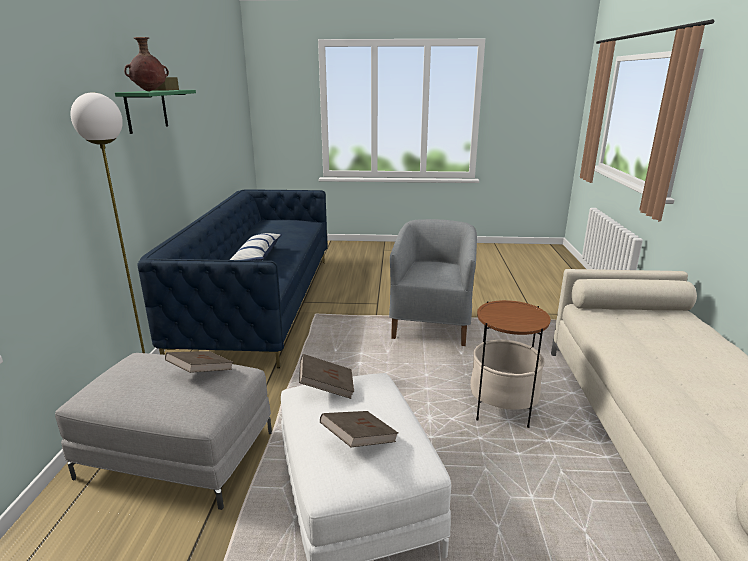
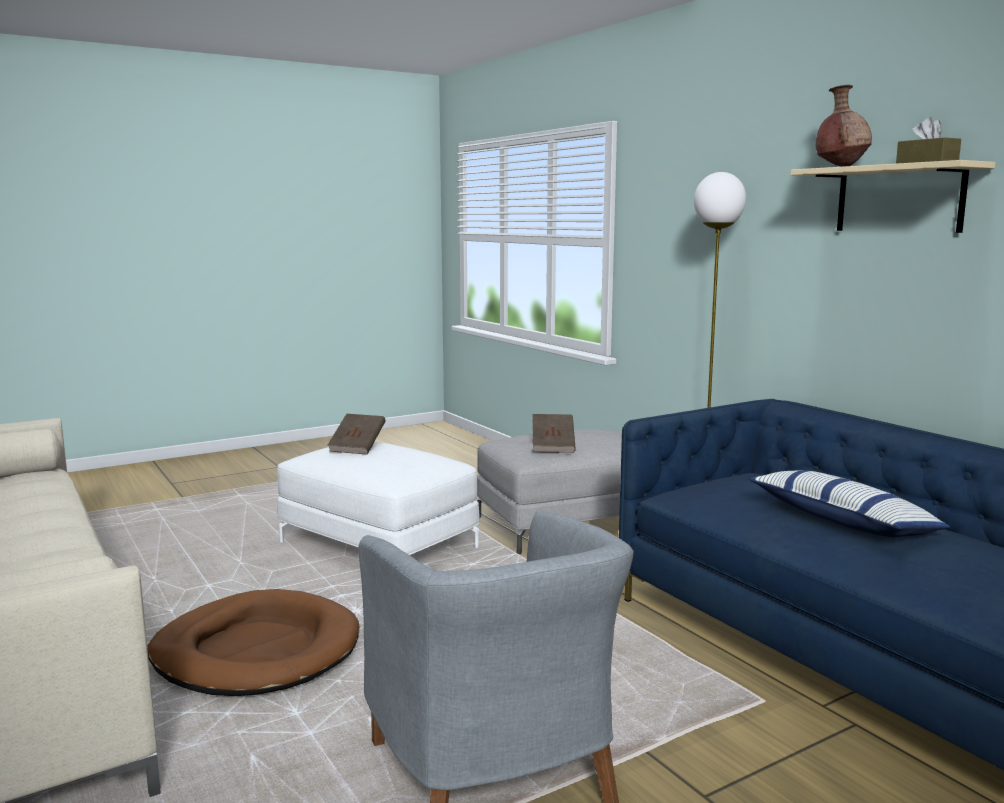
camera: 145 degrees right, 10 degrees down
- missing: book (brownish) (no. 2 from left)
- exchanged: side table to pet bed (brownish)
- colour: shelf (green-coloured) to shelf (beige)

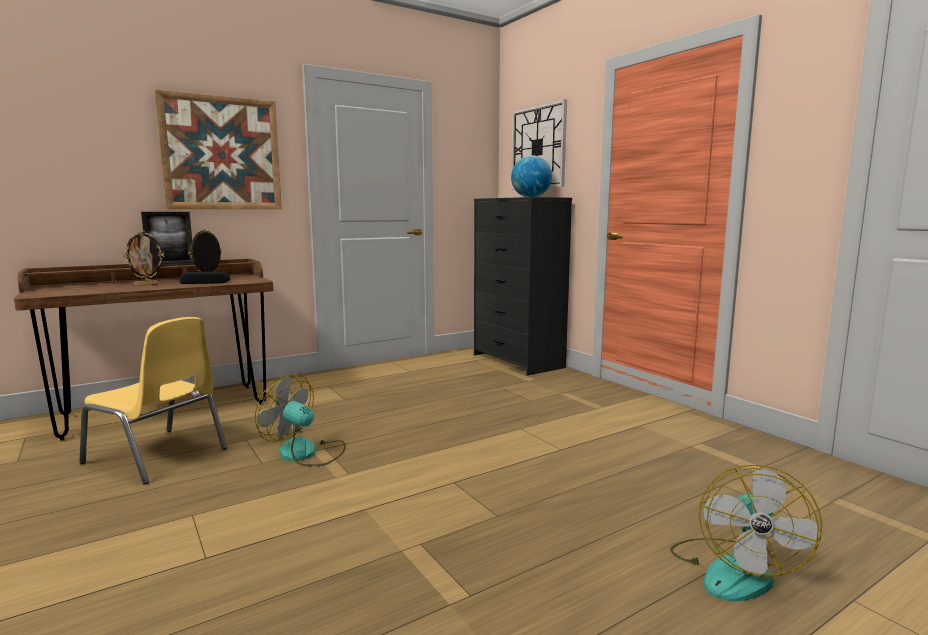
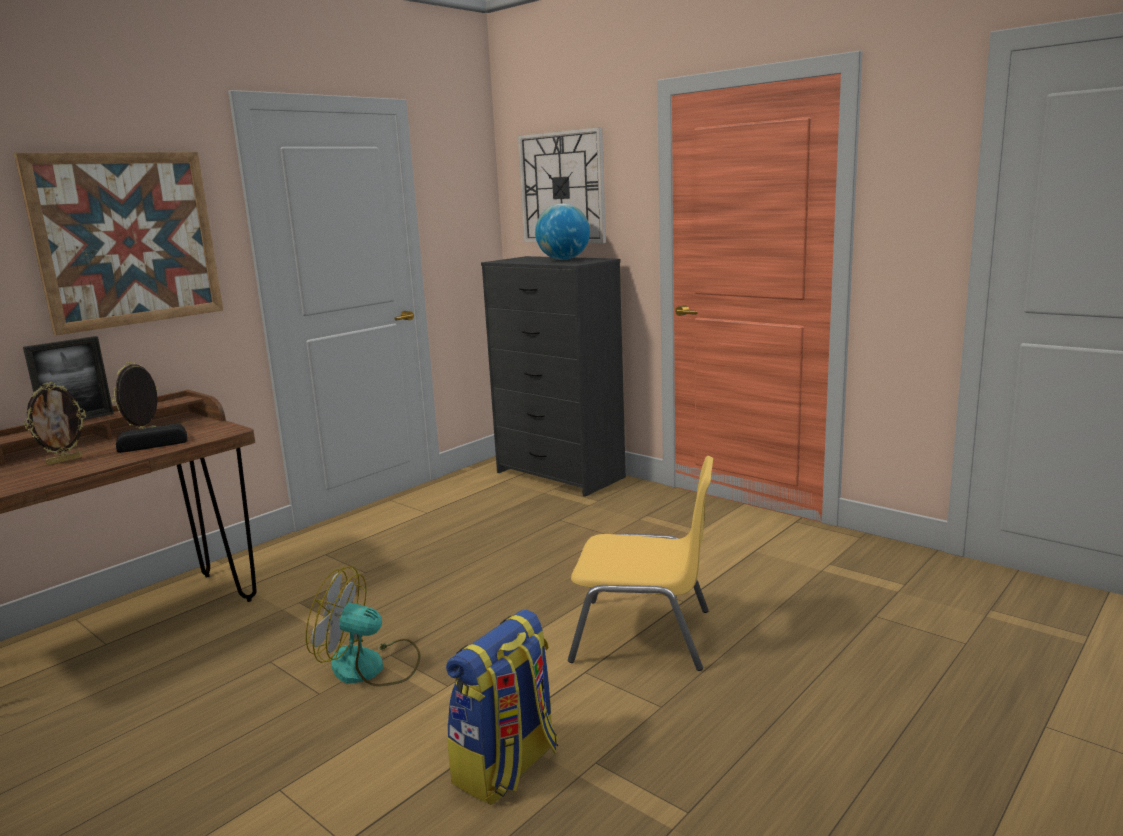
camera: 15 degrees left, 5 degrees up
- missing: cooling fan (no. 2 from left)
- appeared: backpack
- relocated: upright chair (yellow)

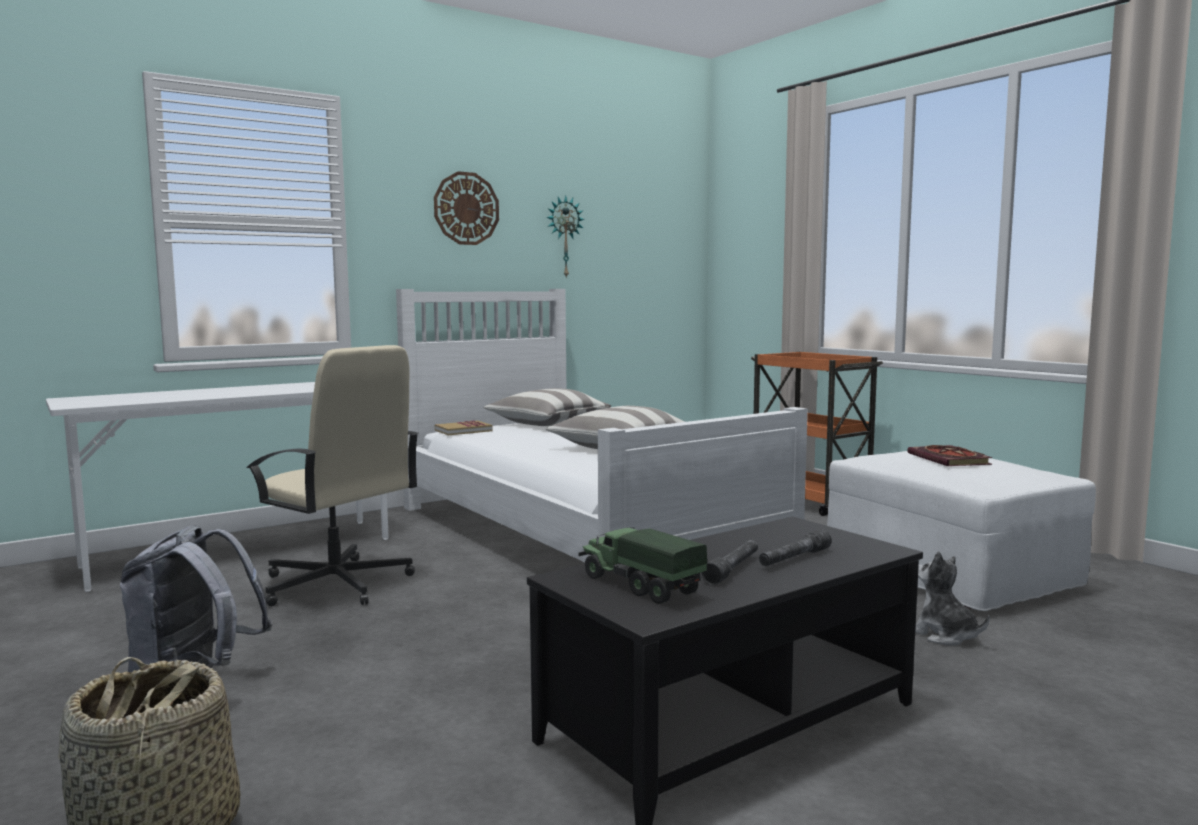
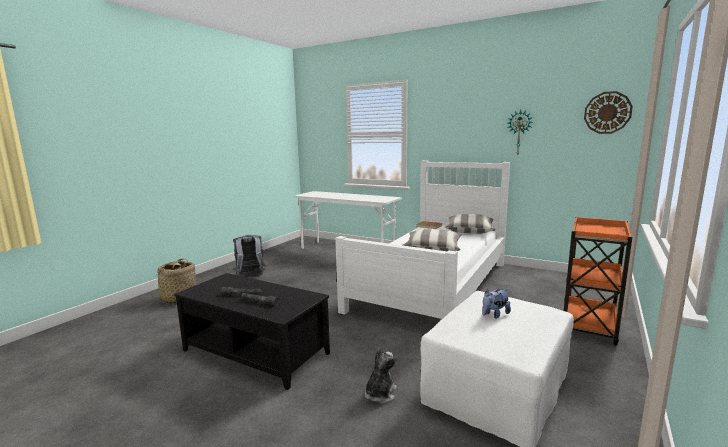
camera: 65 degrees right, 5 degrees up
- missing: computer chair (beige)
- missing: toy truck
- relocated: wall clock (no. 1 from left in the first image) to wall clock (no. 2 from left)
- exchanged: book (no. 2 from left) to soft toy (no. 2 from left)

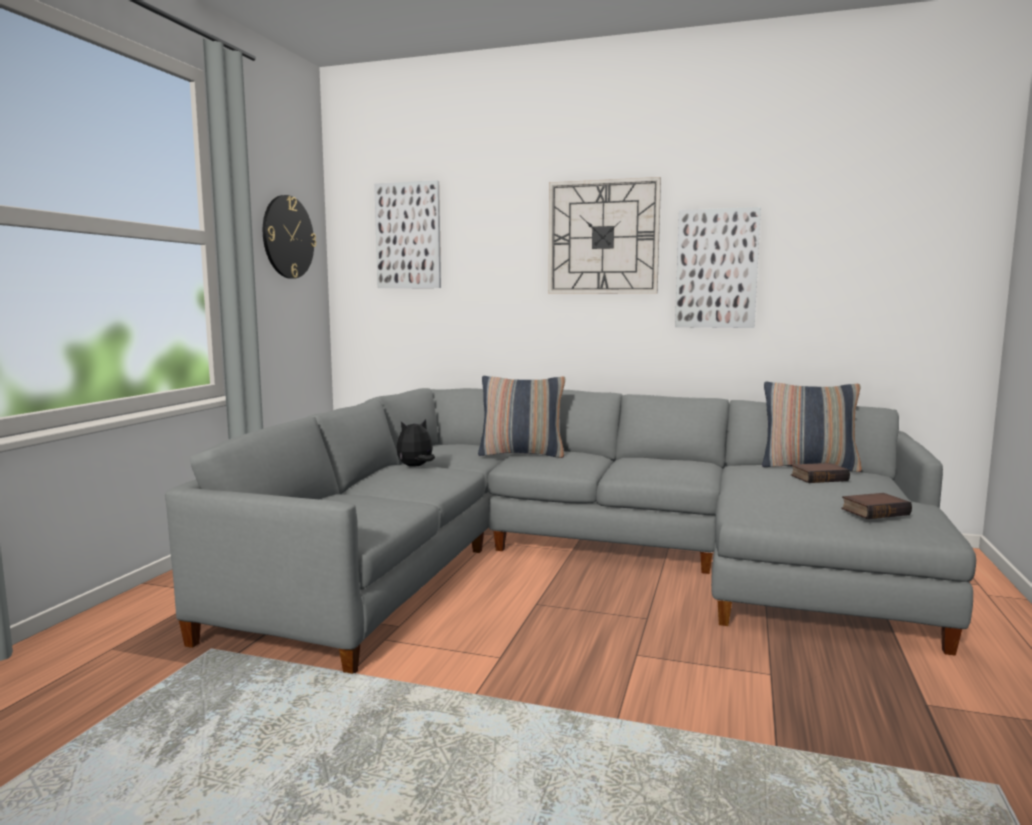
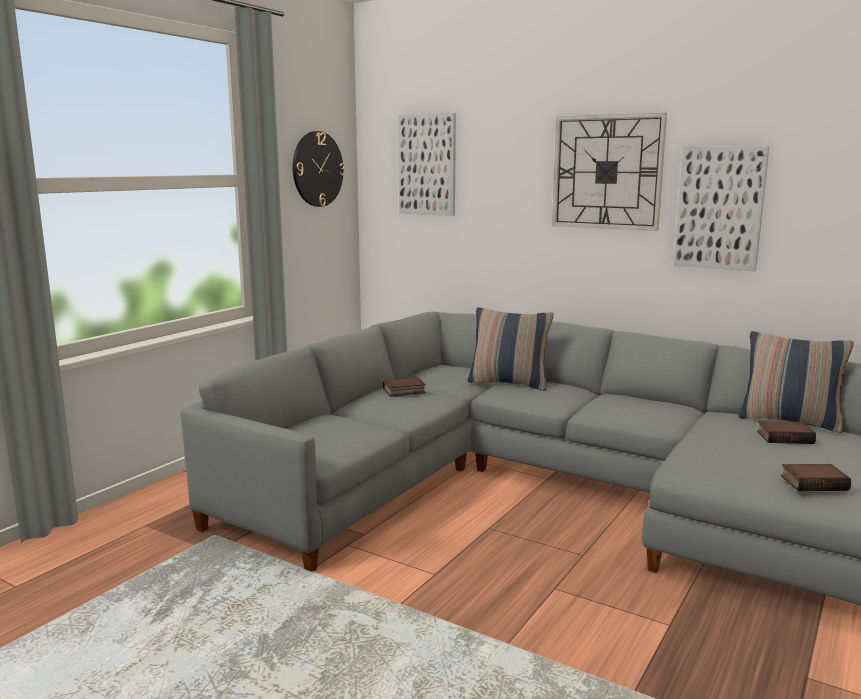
camera: 15 degrees right, 5 degrees up
- exchanged: soft toy to book (no. 1 from left)

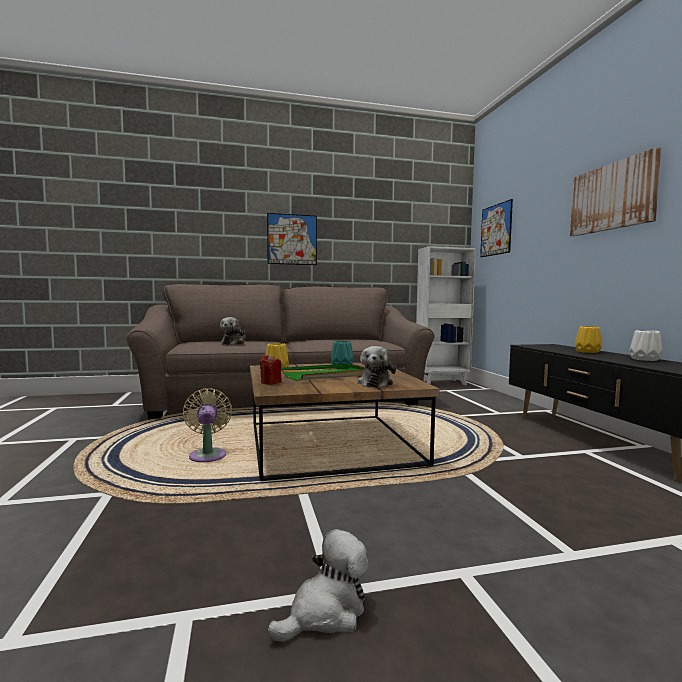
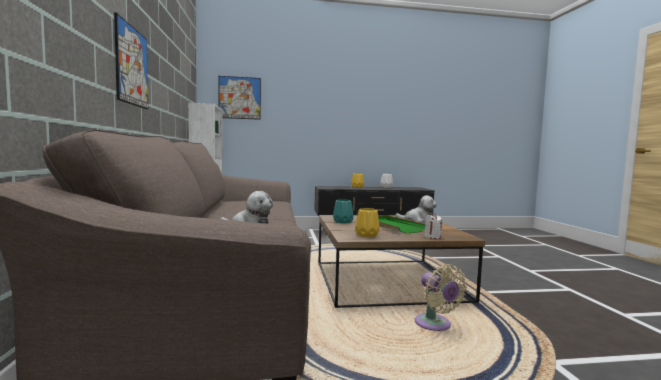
camera: 85 degrees left, 0 degrees up
- missing: soft toy (no. 2 from left)
- missing: picture (no. 3 from left)
- colour: wax candle (red) to wax candle (white)
- spun: cooling fan (beige) 105 degrees counterclockwise

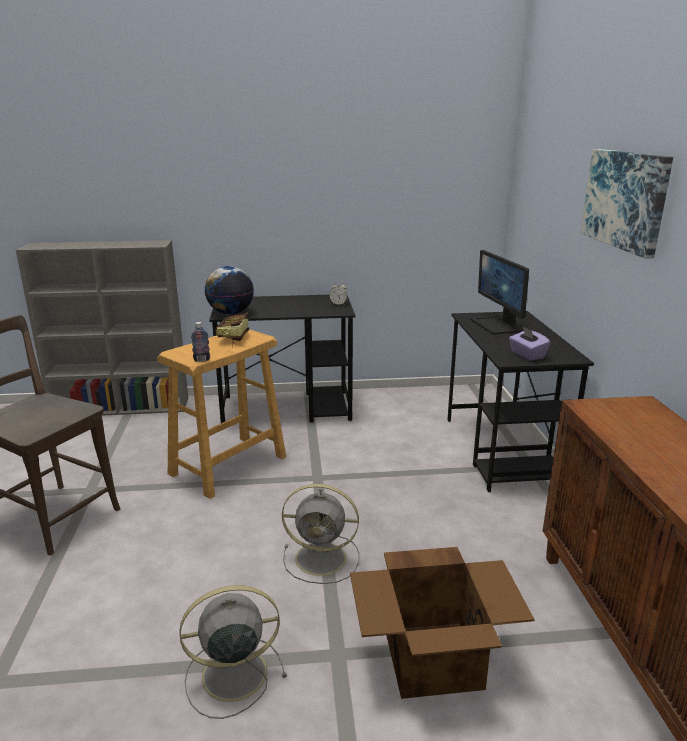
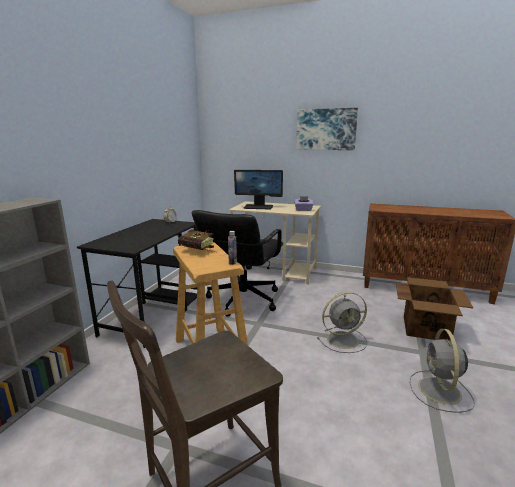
camera: 65 degrees left, 5 degrees down
- missing: globe
- appeared: computer chair (black-coloured)
- colour: desk unit (black-coloured) (no. 2 from left) to desk unit (beige)
- spun: cooling fan (gray) (no. 2 from left in the first image) 45 degrees clockwise

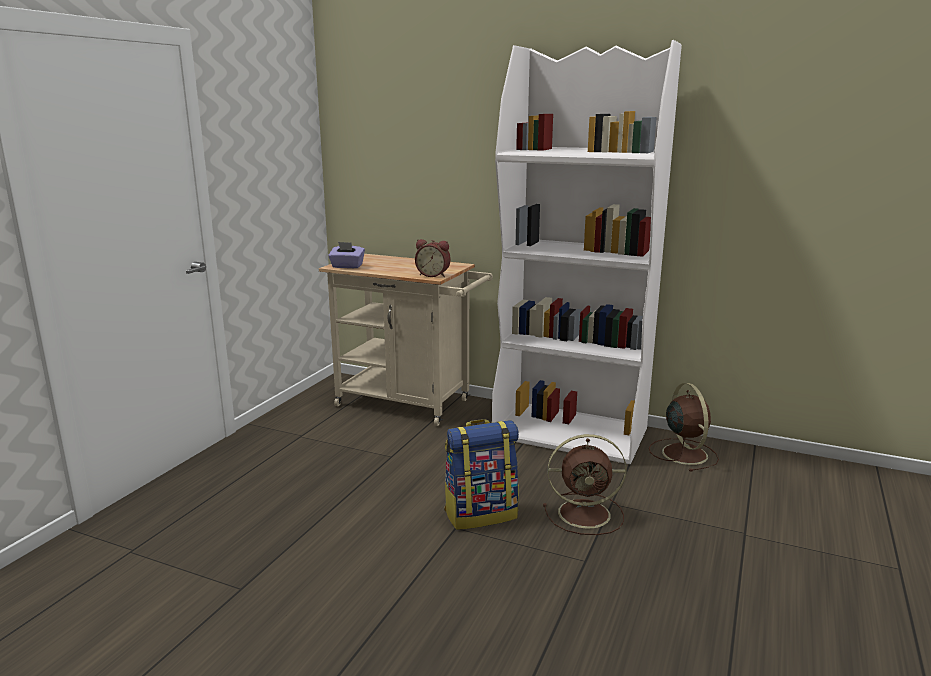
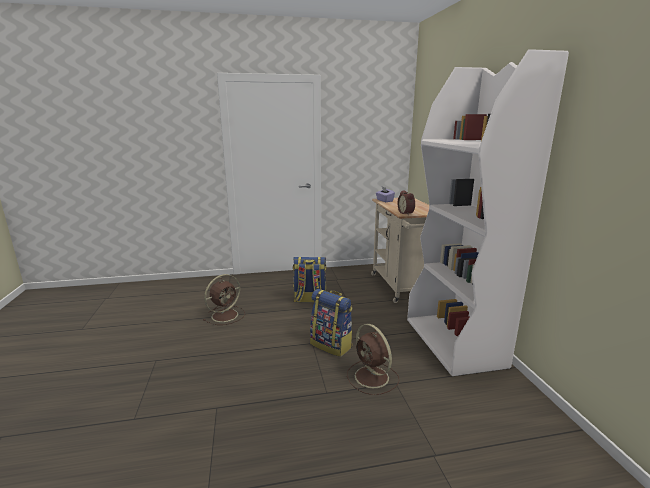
camera: 55 degrees right, 0 degrees up
- appeared: backpack (no. 1 from left)
- relocated: cooling fan (brownish) (no. 2 from left in the first image) to cooling fan (brownish) (no. 1 from left)

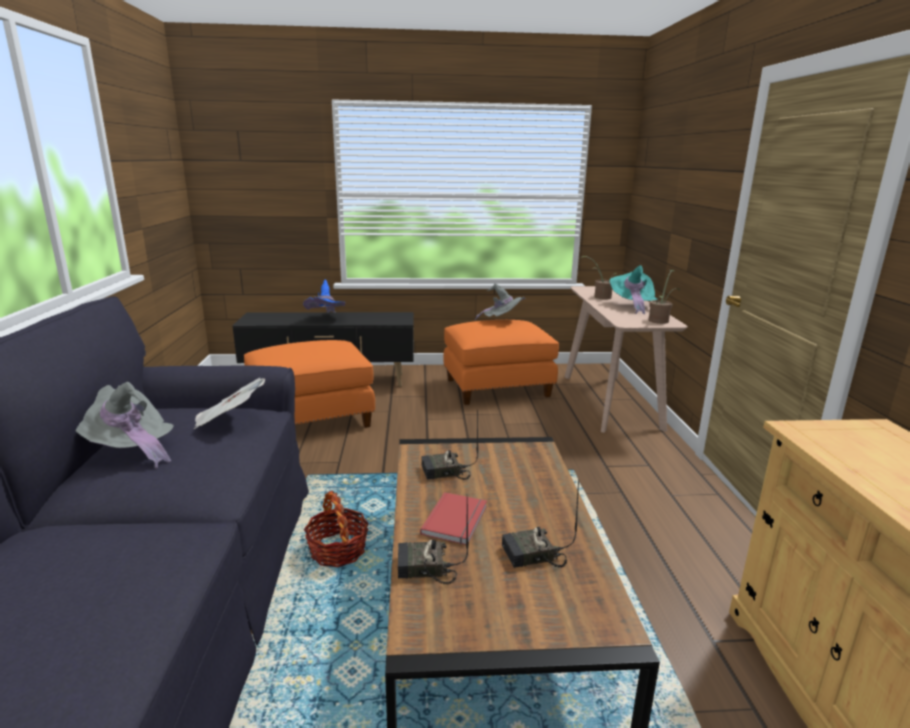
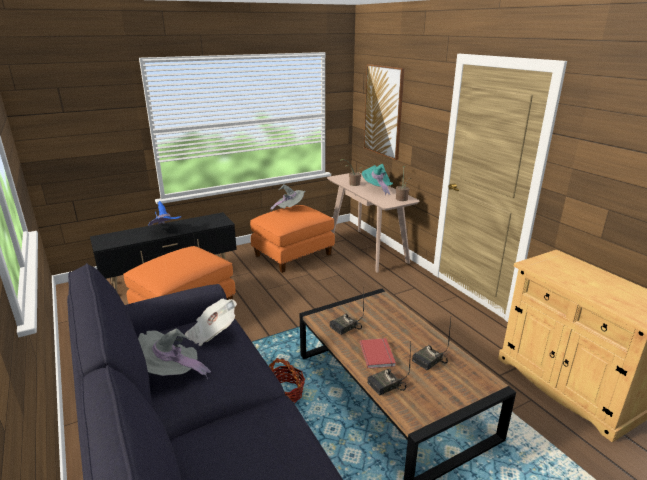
camera: 25 degrees left, 5 degrees up
- appeared: picture

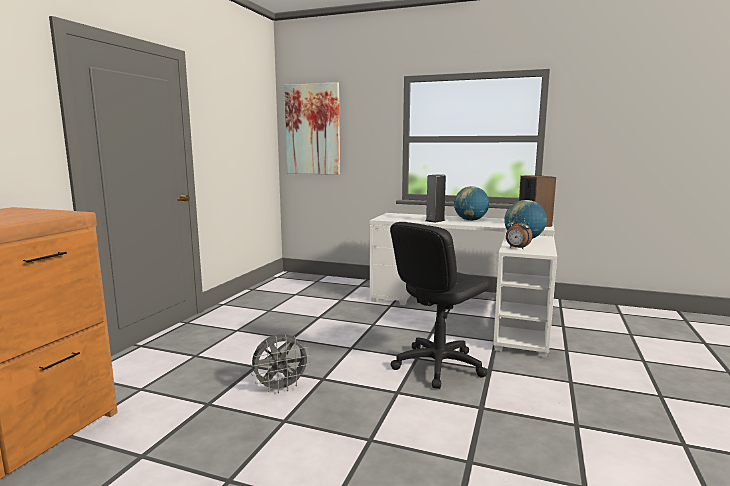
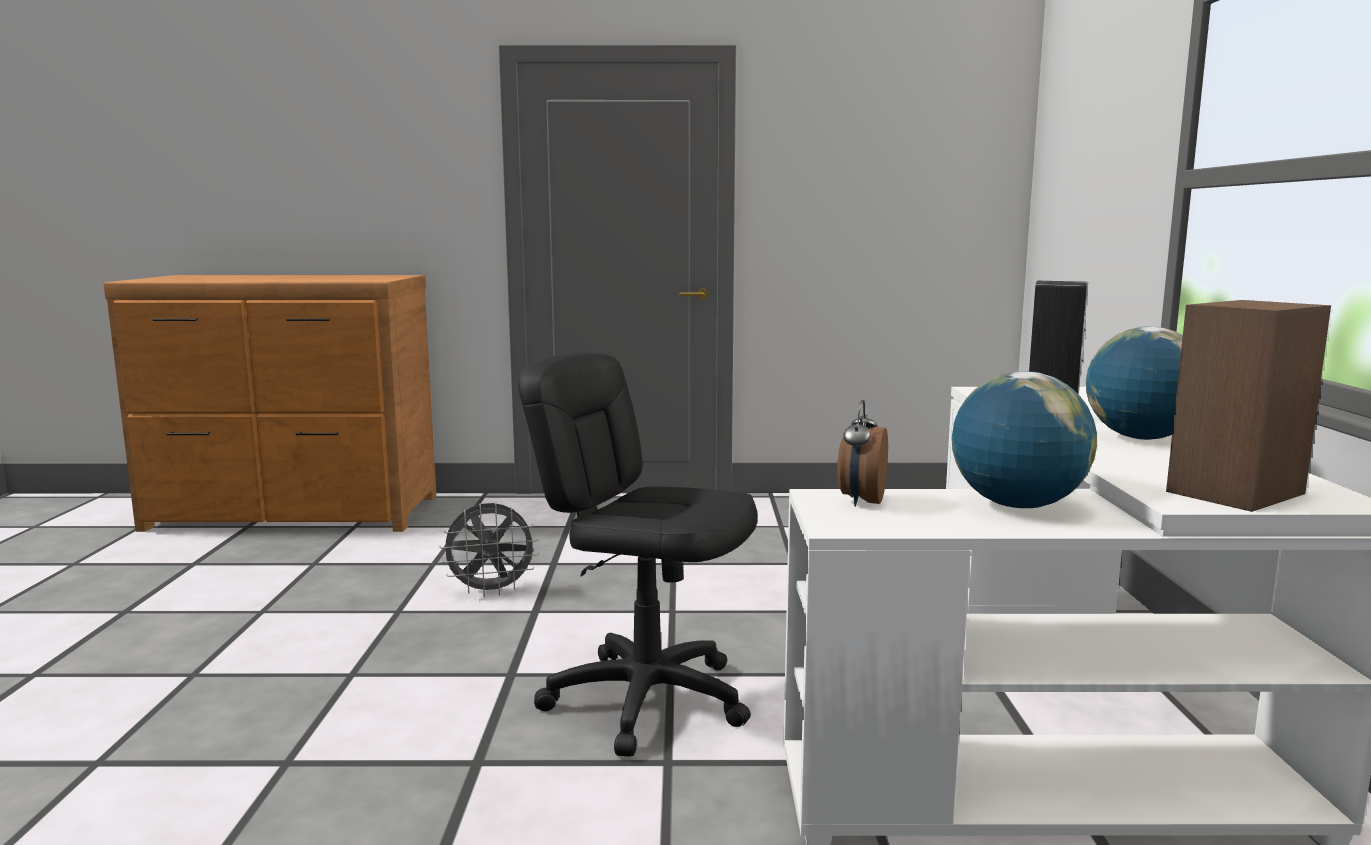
camera: 70 degrees right, 0 degrees up
- missing: picture
- spun: cooling fan (gray) 60 degrees counterclockwise

